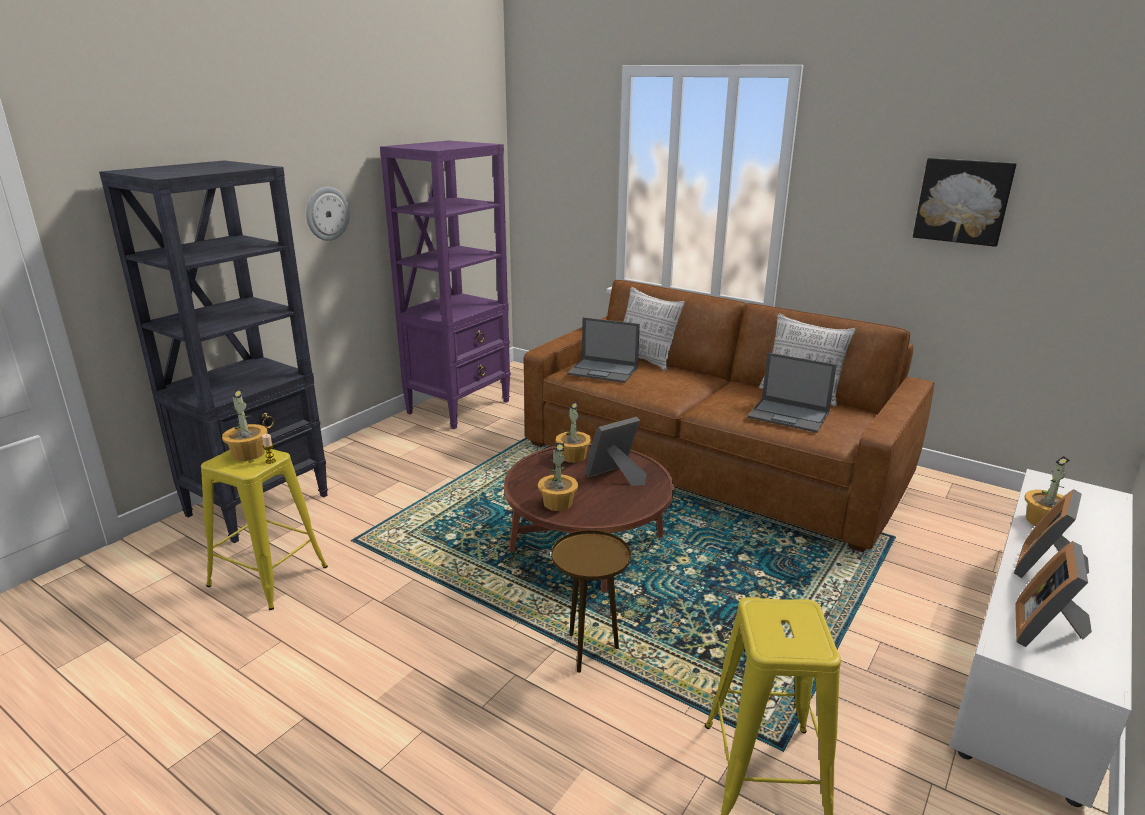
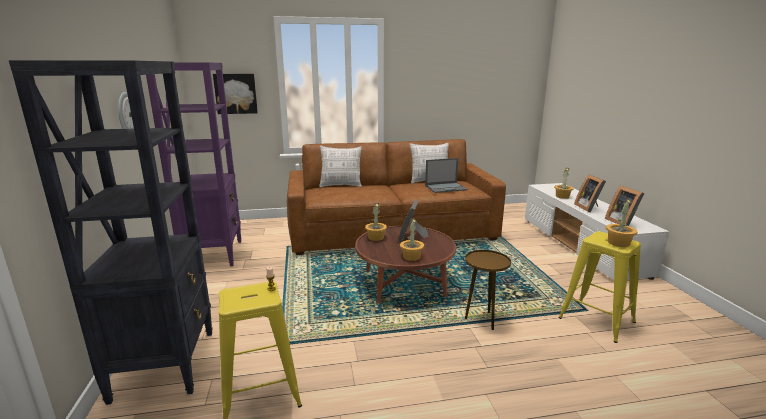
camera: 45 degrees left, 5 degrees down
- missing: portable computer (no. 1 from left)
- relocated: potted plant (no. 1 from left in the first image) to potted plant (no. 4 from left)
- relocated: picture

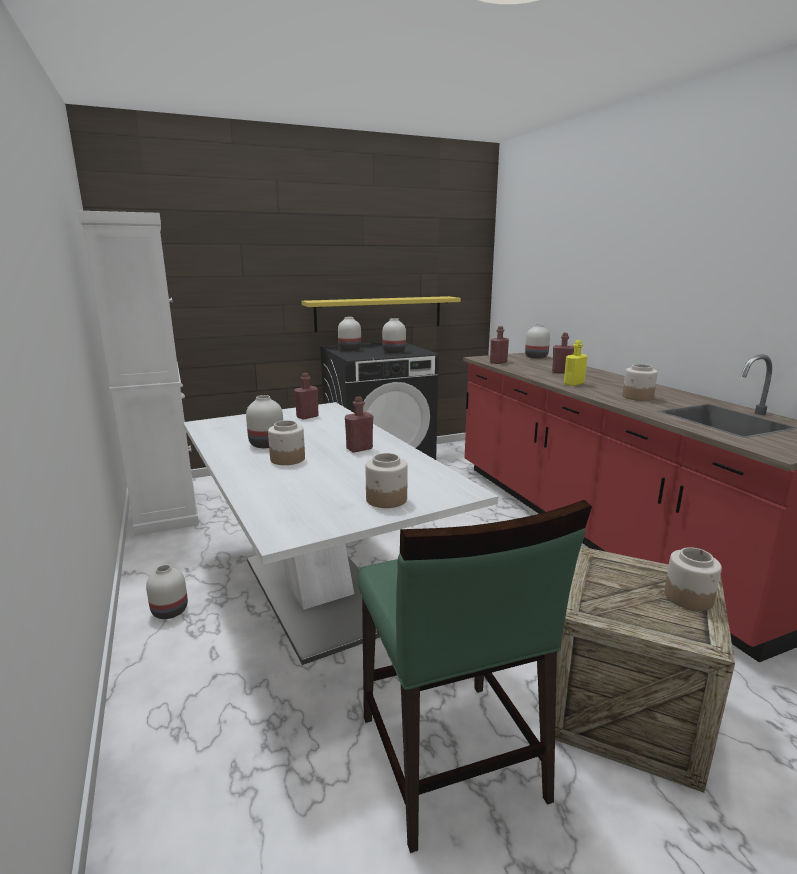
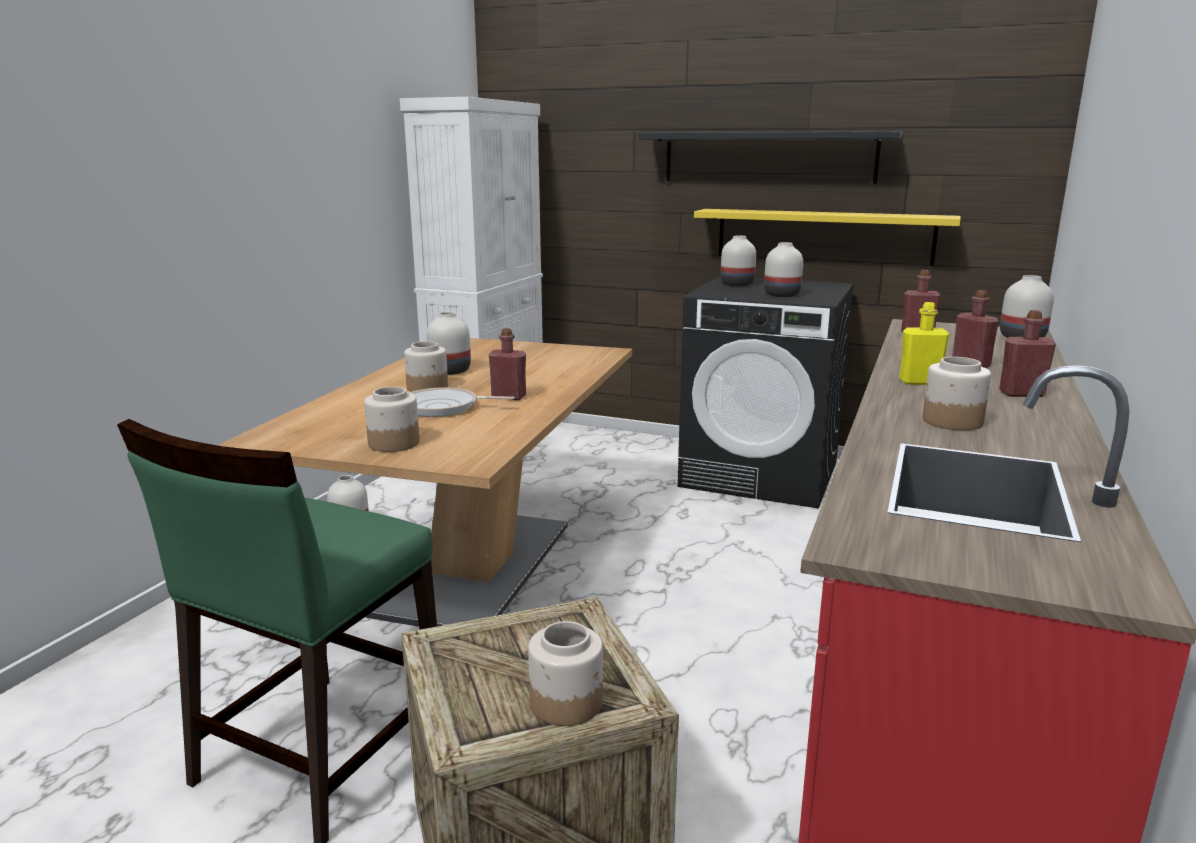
camera: 45 degrees right, 0 degrees up
- appeared: skillet
- appeared: shelf (black-coloured)
- relocated: bottle (red) (no. 1 from left in the first image) to bottle (red) (no. 4 from left)
- colour: kitchen table (white) to kitchen table (brownish)

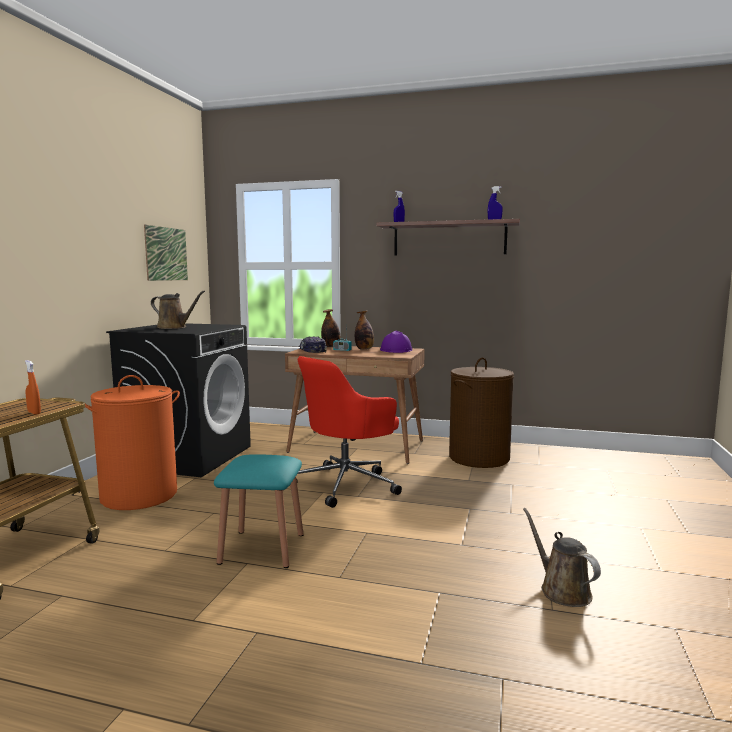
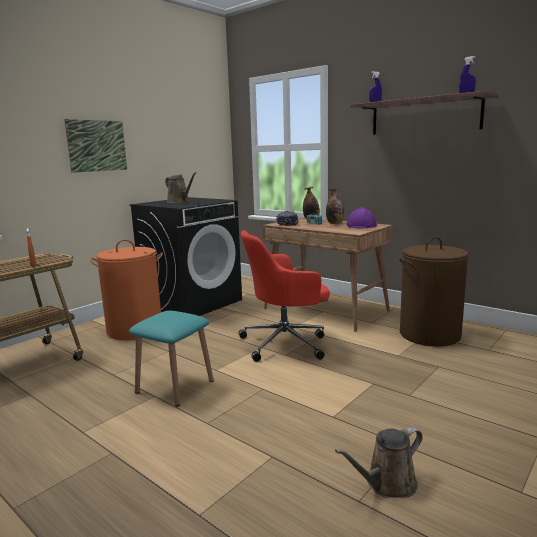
camera: 25 degrees right, 5 degrees up
- relocated: picture
- spun: watering pot (brownish) (no. 2 from left) 120 degrees counterclockwise

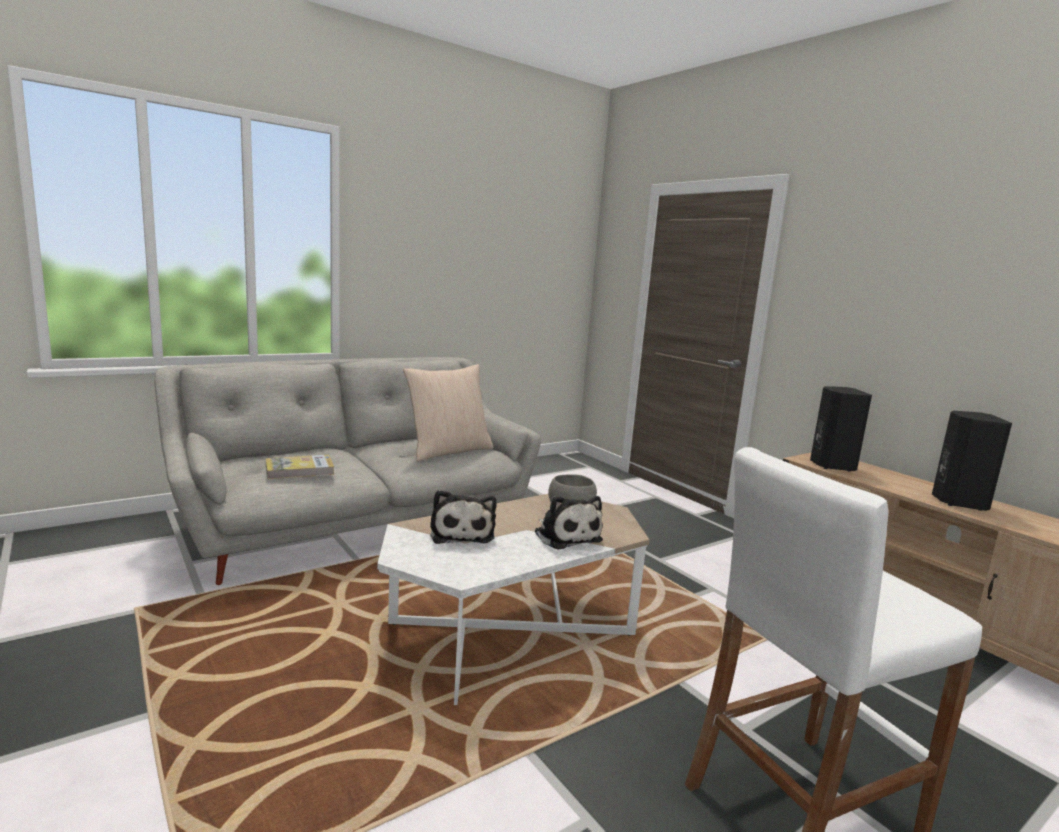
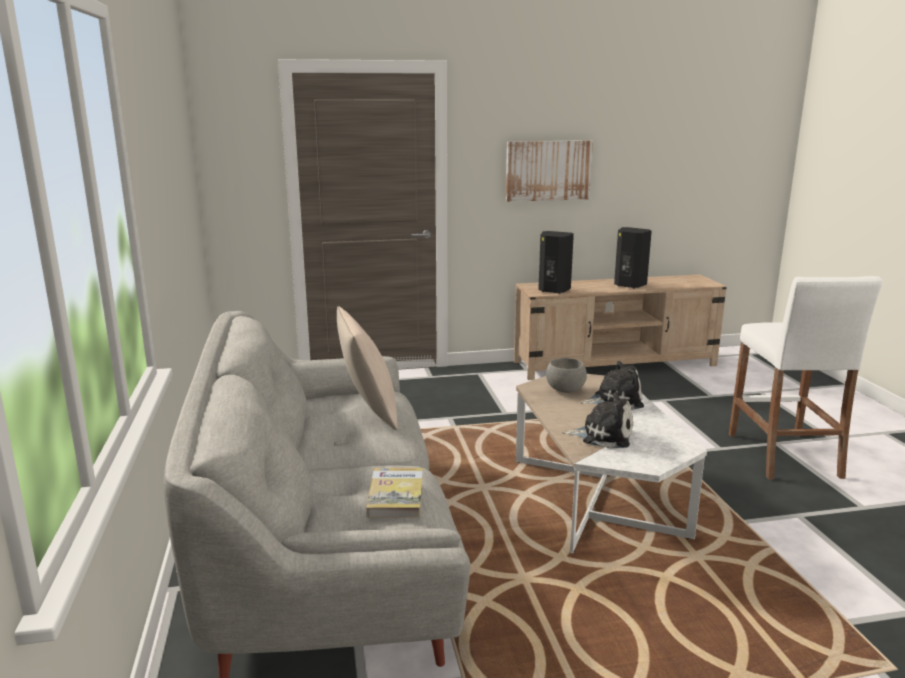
camera: 65 degrees left, 5 degrees up
- appeared: picture

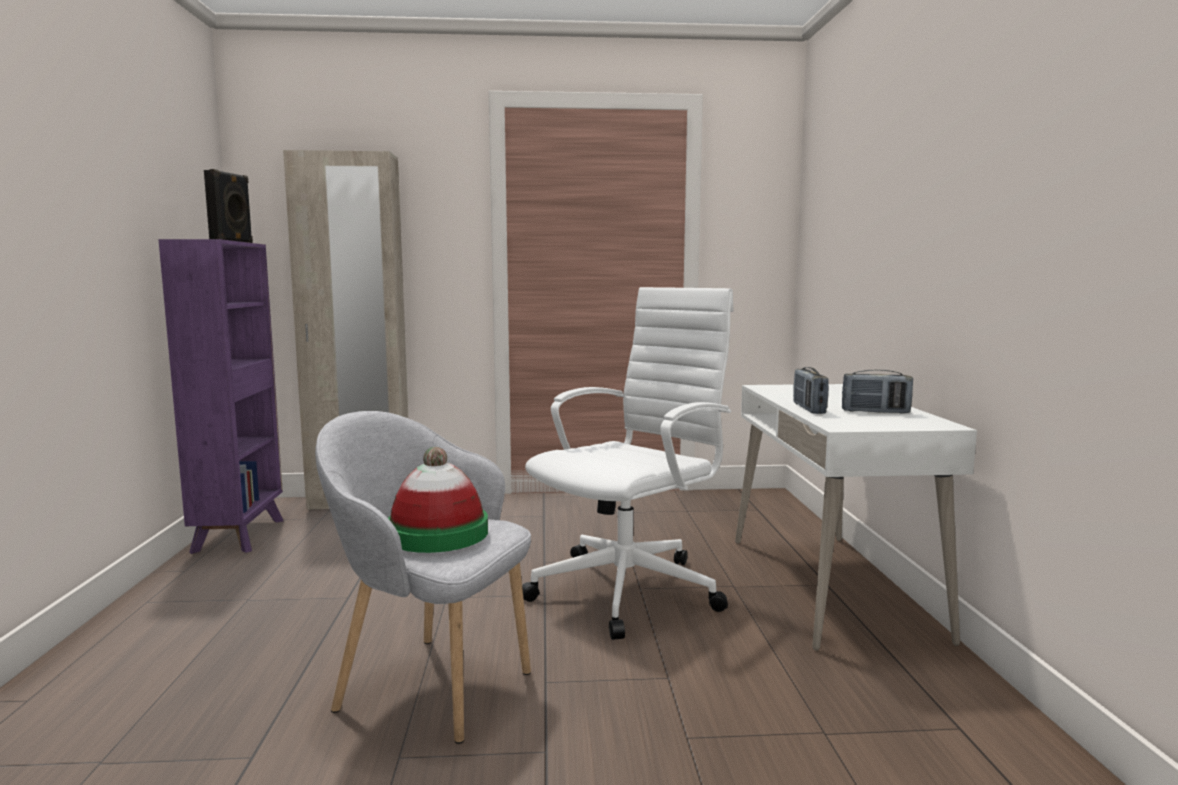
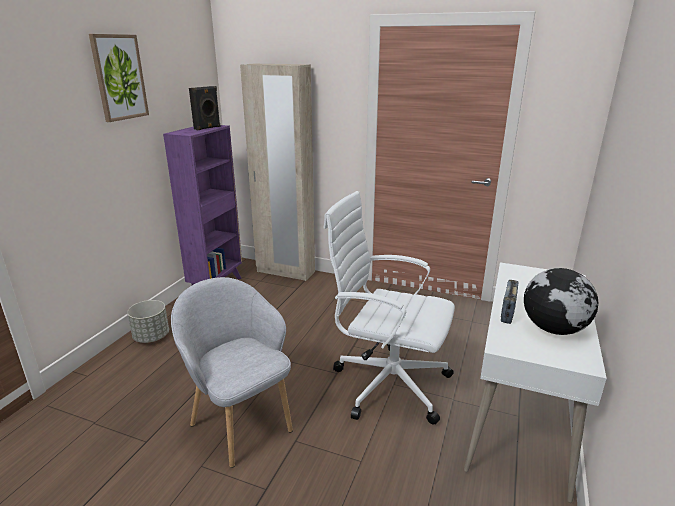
camera: 25 degrees right, 15 degrees up
- missing: clothing hat
- appeared: picture
- appeared: plant pot (gray)
- exchanged: radio set (no. 2 from left) to globe
- spun: computer chair (white) 135 degrees counterclockwise

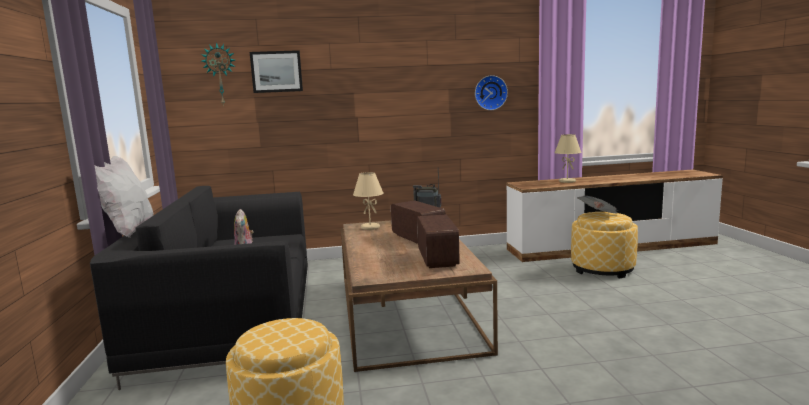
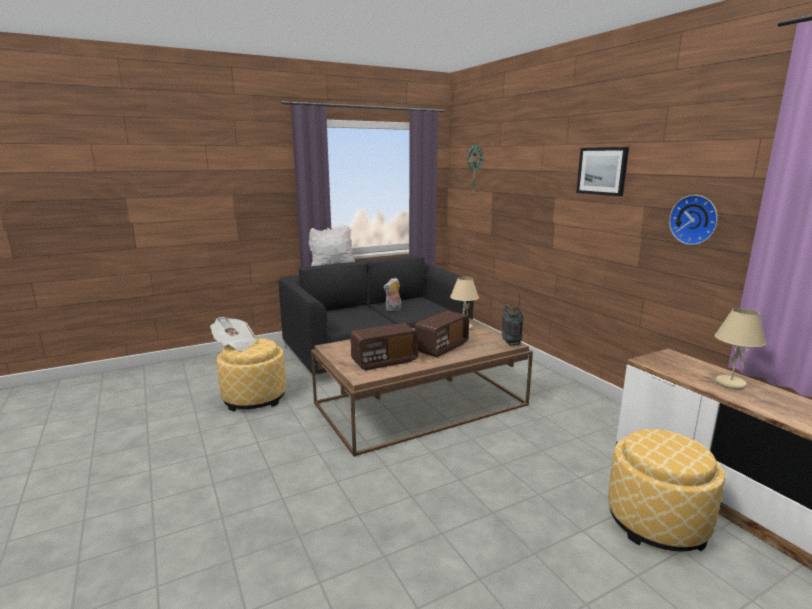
camera: 70 degrees right, 5 degrees up
- relocated: picture
- relocated: daily paper

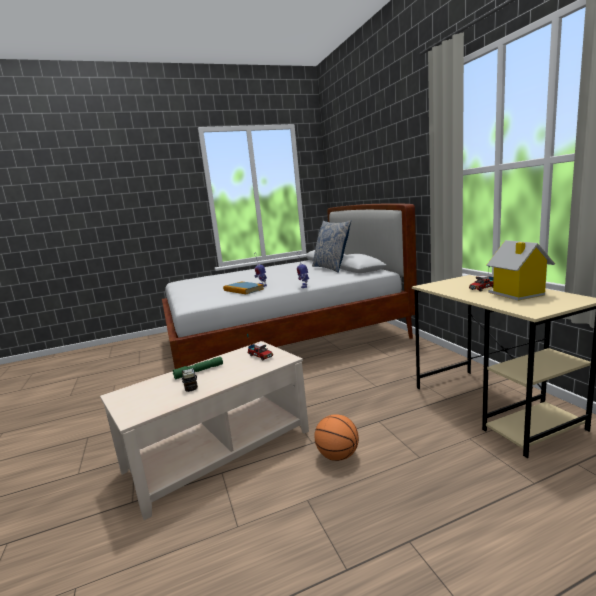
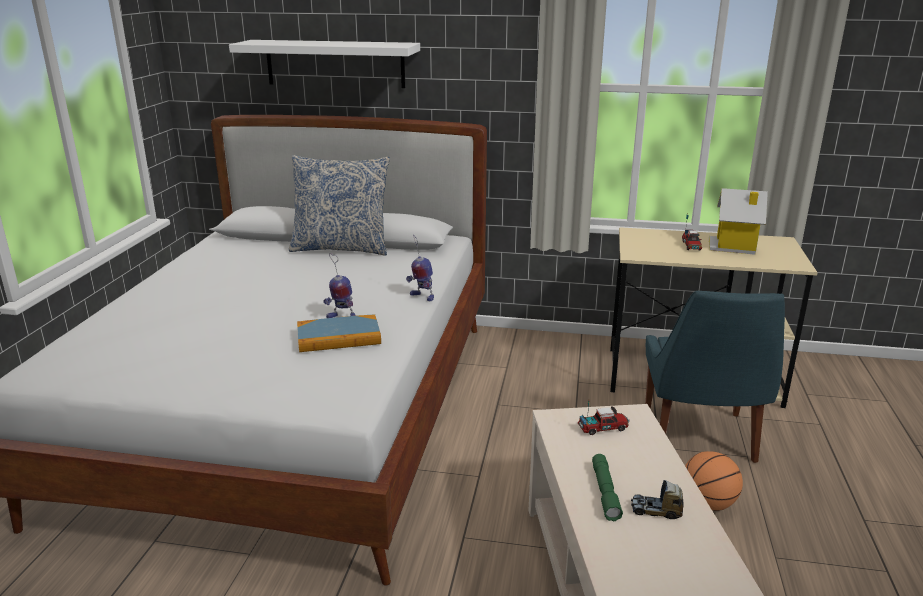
camera: 60 degrees left, 10 degrees up
- appeared: shelf (white)
- appeared: upright chair (blue-coloured)

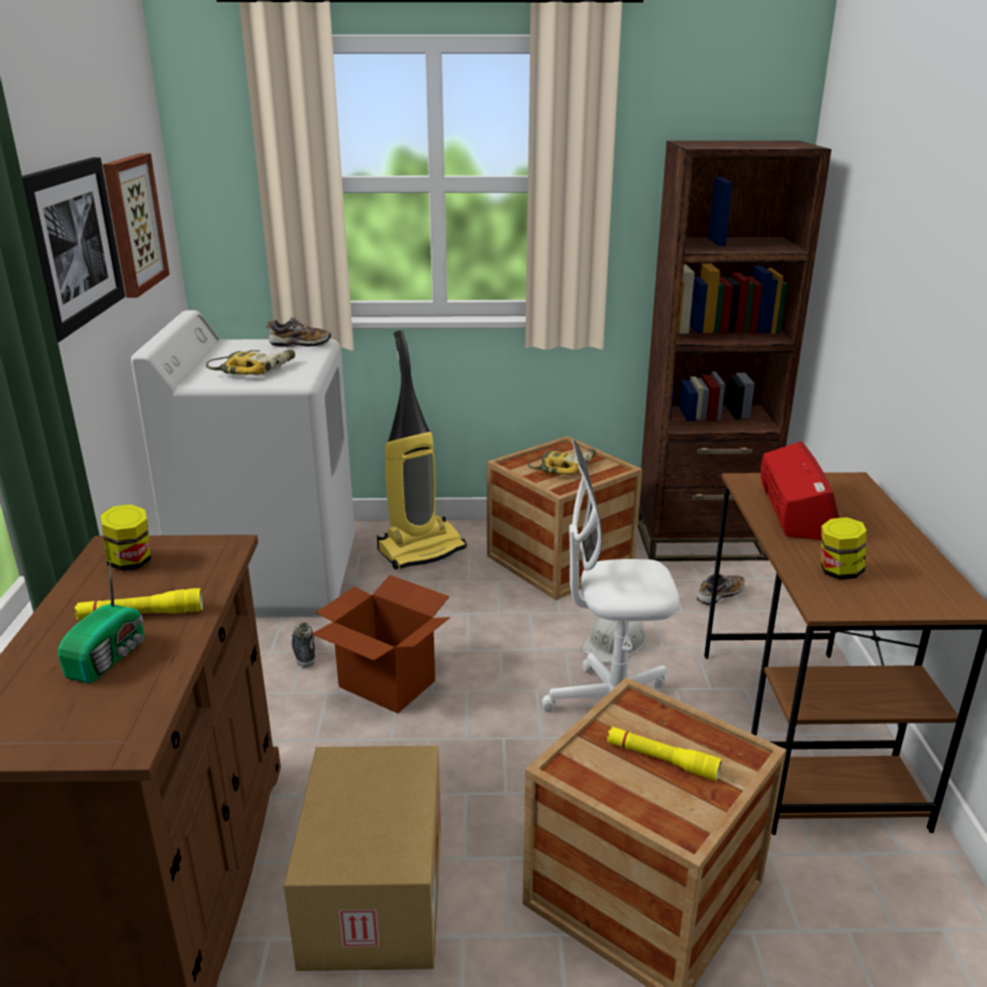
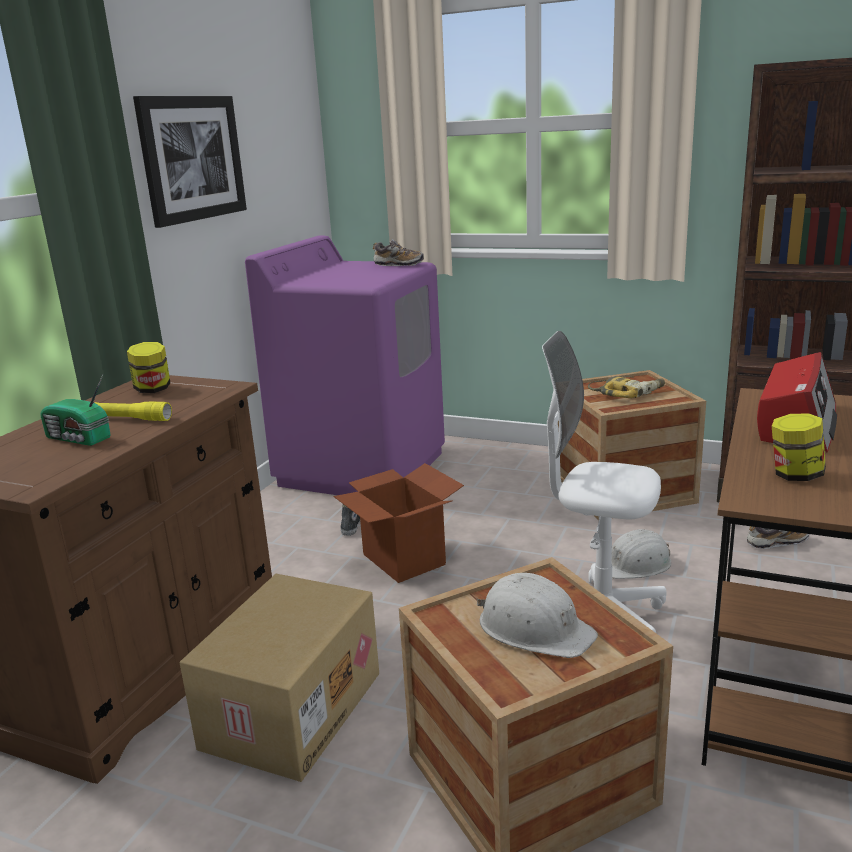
camera: 25 degrees right, 5 degrees down
- missing: picture (no. 2 from left)
- missing: power drill (no. 1 from left)
- missing: vacuum cleaner
- exchanged: flashlight (yellow) (no. 2 from left) to hard hat (white) (no. 1 from left)
- colour: washing machine (white) to washing machine (purple-coloured)
- spun: radio set (no. 1 from left) 75 degrees clockwise

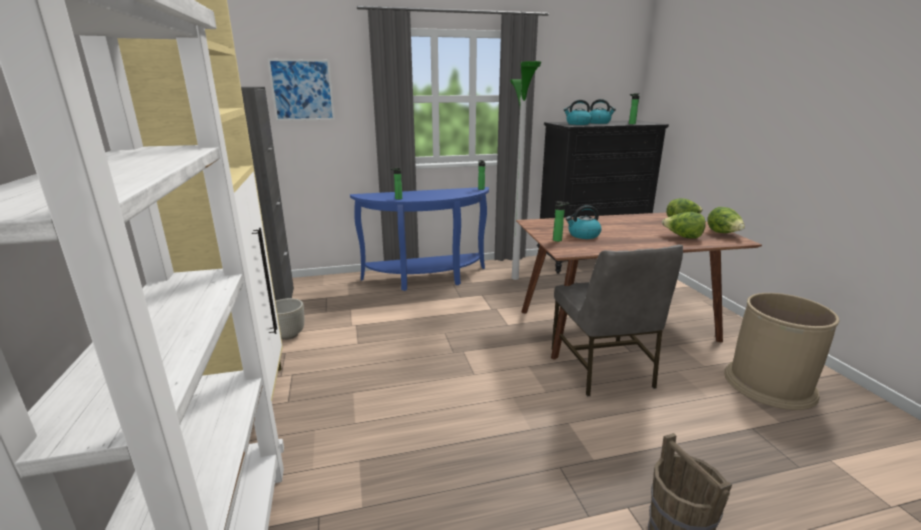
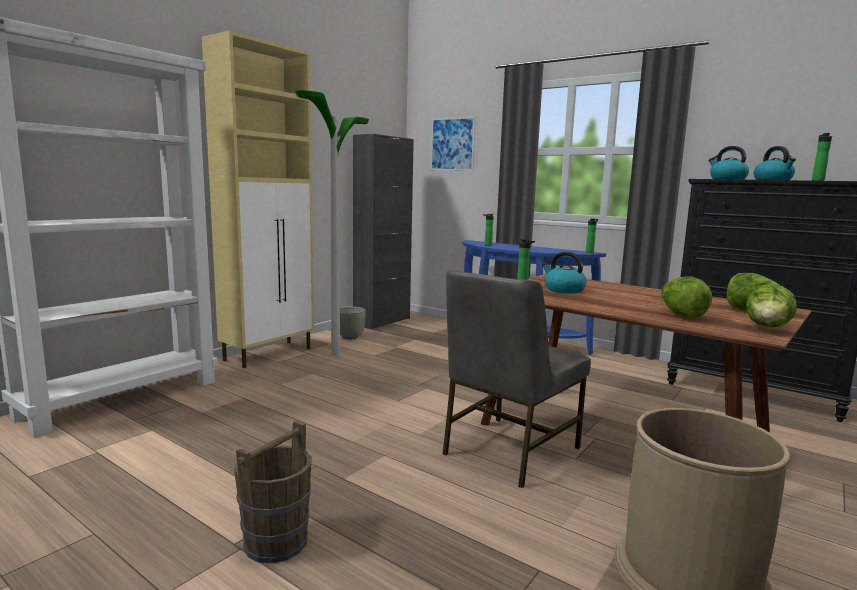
camera: 50 degrees right, 10 degrees down
- relocated: floor lamp

